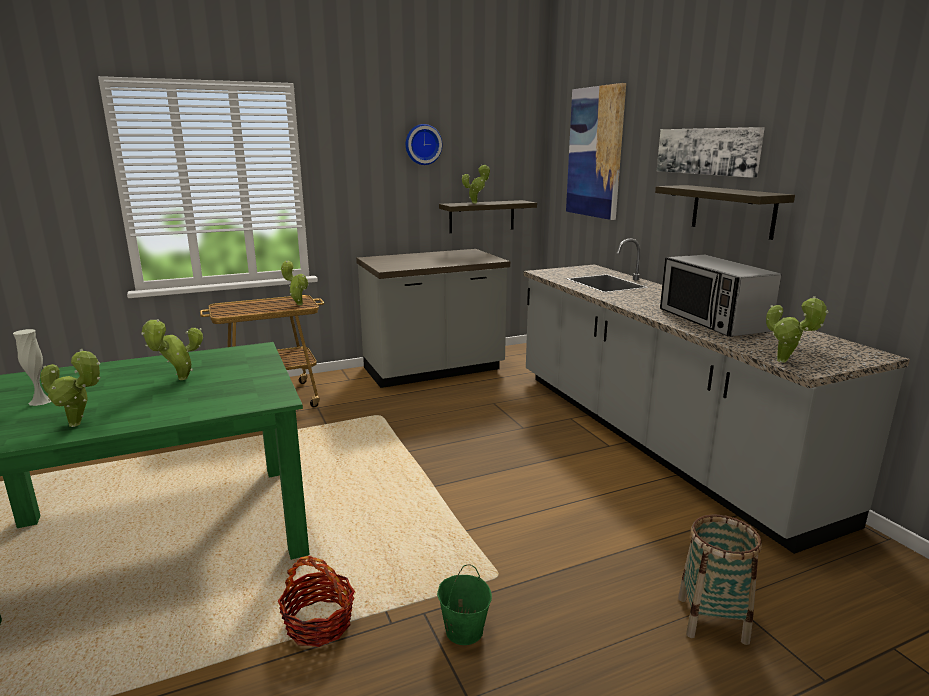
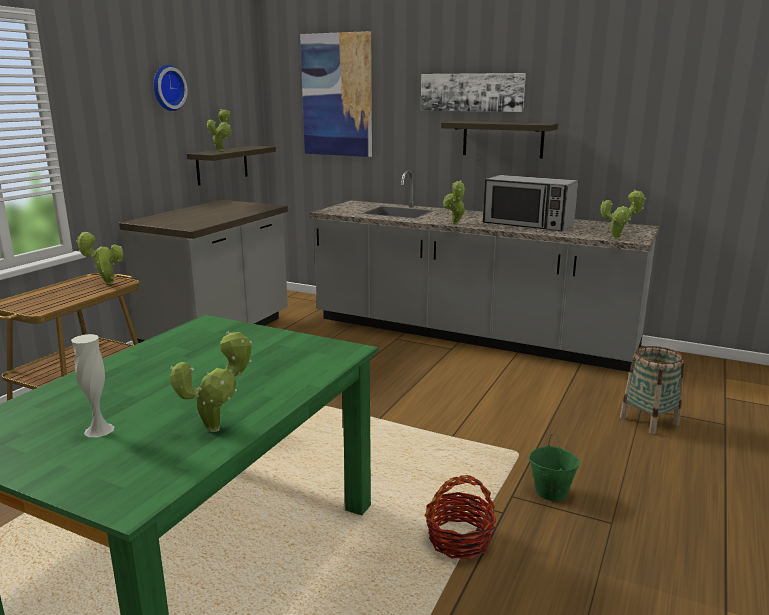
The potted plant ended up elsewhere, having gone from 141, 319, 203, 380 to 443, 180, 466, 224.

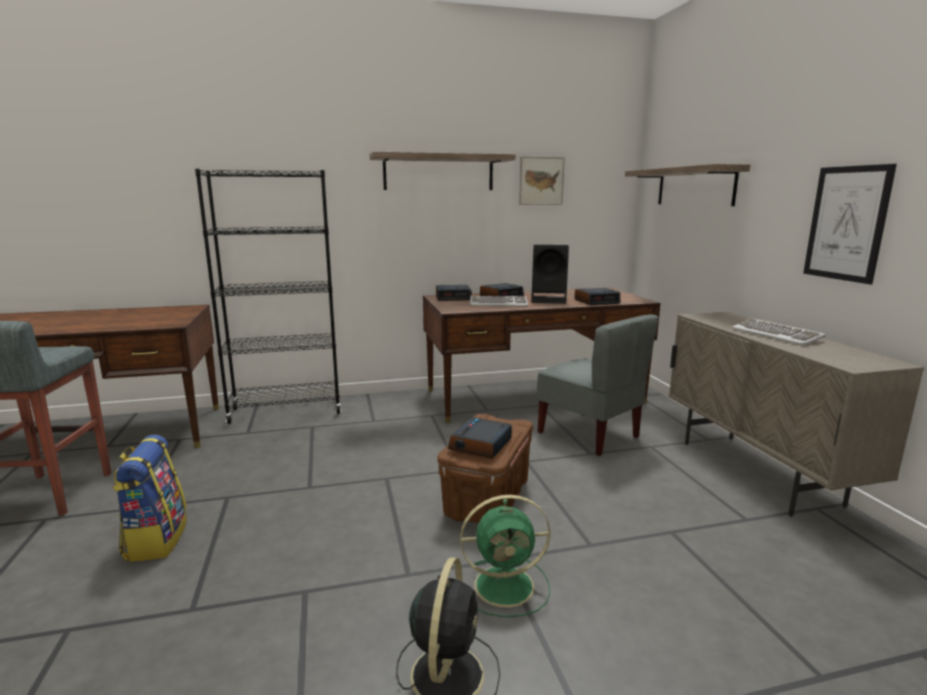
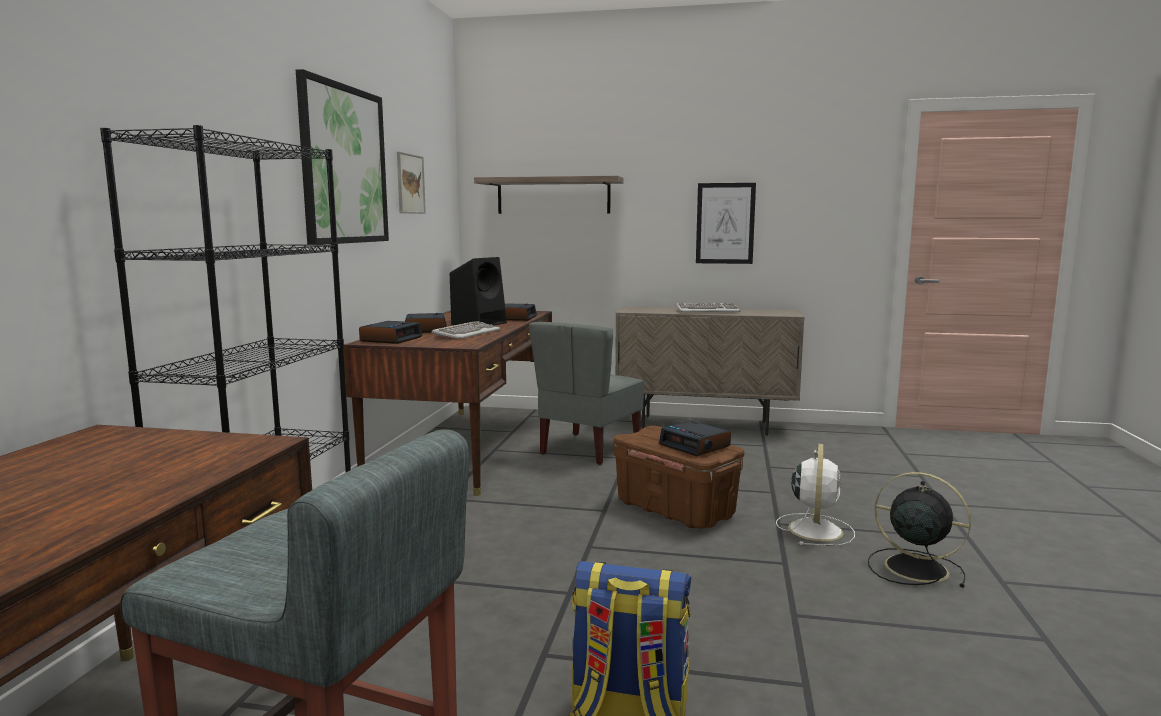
Where the wall shelf hung at 370, 152, 515, 190, the wall picture came to hang at 296, 69, 389, 245.
What was the greenish electric fan at 460, 495, 551, 617 turned into the white electric fan at 776, 444, 855, 546.
The grey chair at 537, 314, 659, 456 ended up facing another way, 135 degrees clockwise from before.

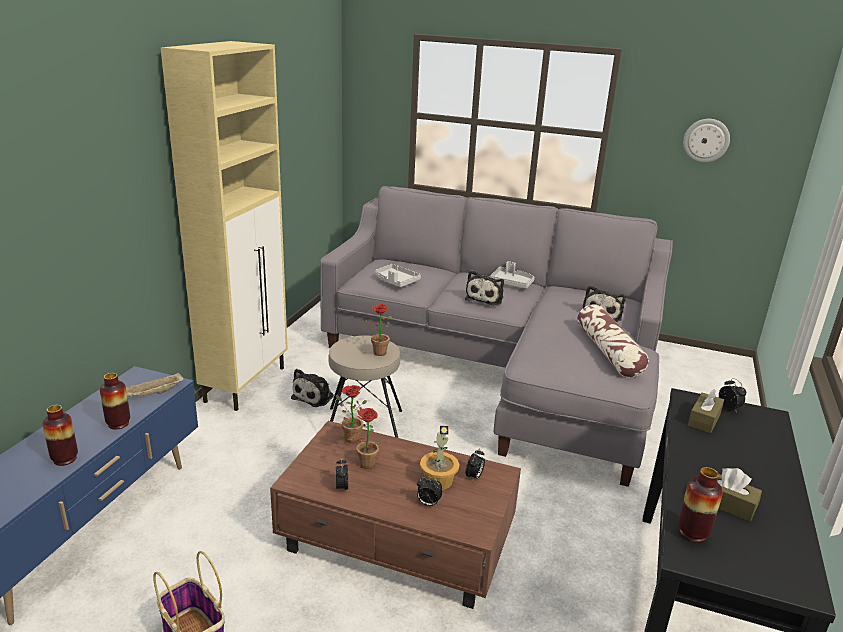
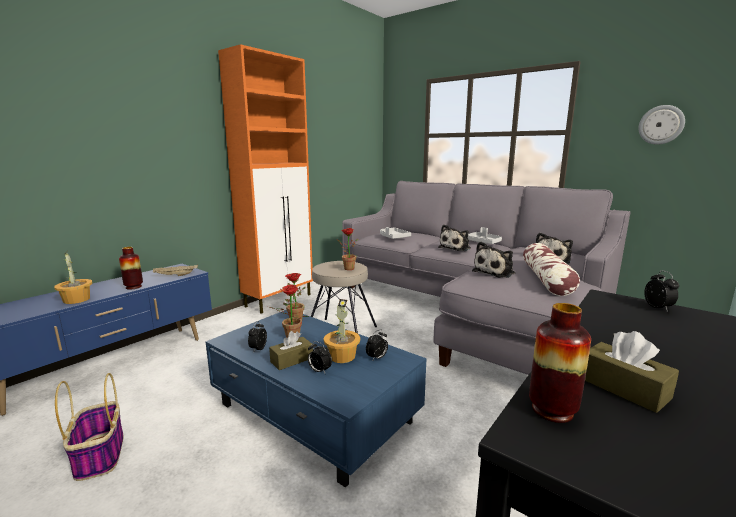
The plush toy ended up elsewhere, having gone from 291, 369, 334, 407 to 472, 242, 515, 278.
The brown tissue box ended up elsewhere, having gone from 688, 389, 724, 433 to 269, 331, 313, 370.
Where the flower vase stood at 42, 405, 78, 466, the potted plant came to stand at 54, 253, 92, 304.
What was the sand-coloured cabinet at 161, 41, 288, 411 turned into the orange-coloured cabinet at 218, 44, 313, 314.
What was the brown lounge table at 270, 421, 521, 609 turned into the blue lounge table at 206, 310, 426, 488.

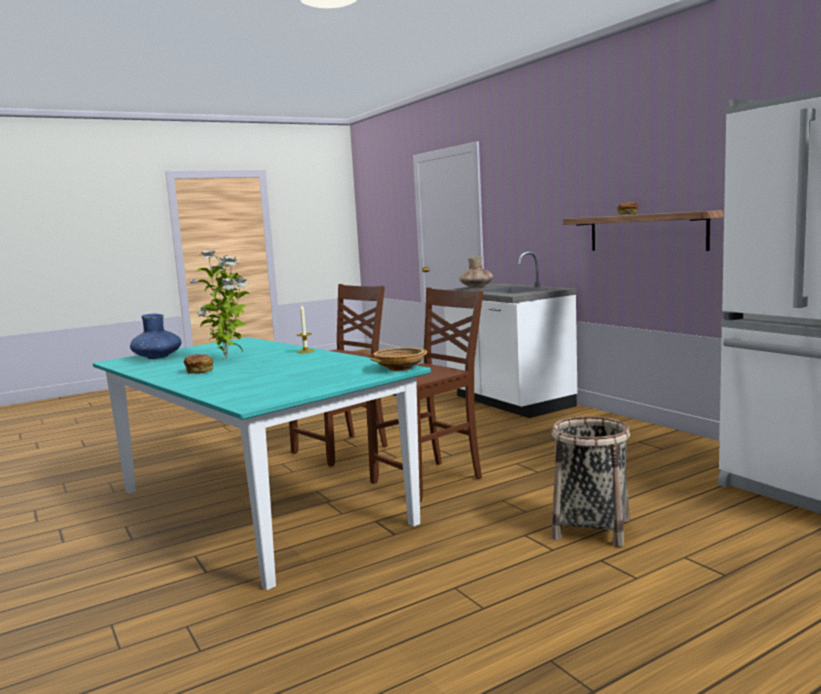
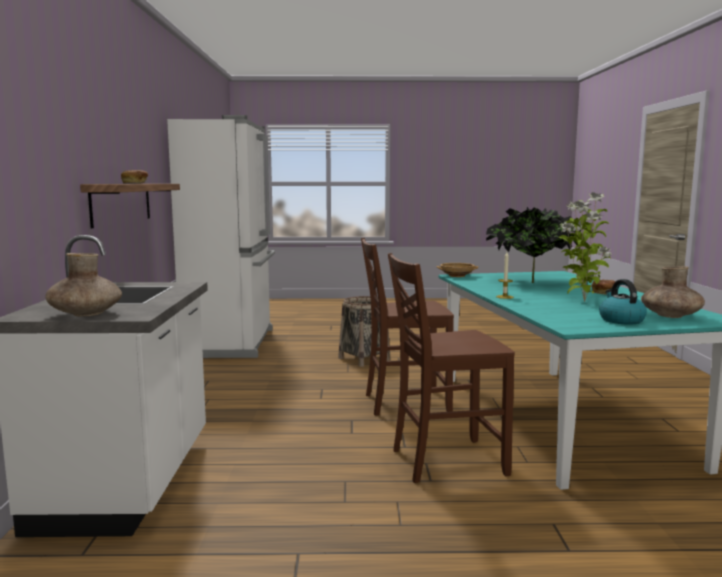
The second view gained the potted plant at 486, 207, 581, 283.
The second view gained the kettle at 599, 279, 647, 325.
What was the blue flower vase at 130, 314, 182, 359 turned into the brown flower vase at 641, 266, 705, 318.

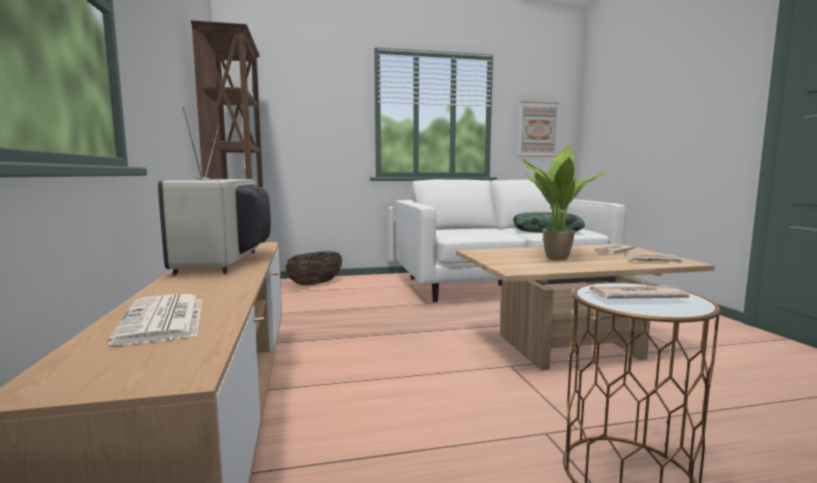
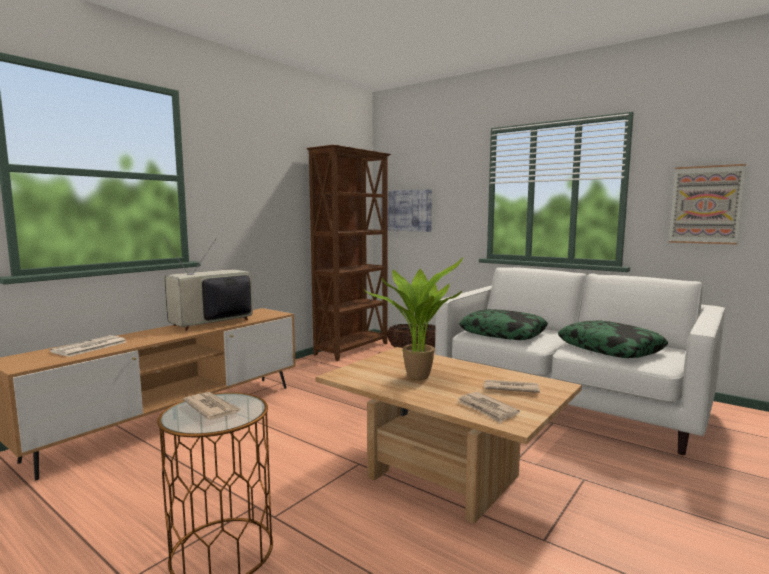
The second view gained the wall picture at 381, 189, 432, 232.
The second view gained the throw pillow at 459, 309, 548, 340.

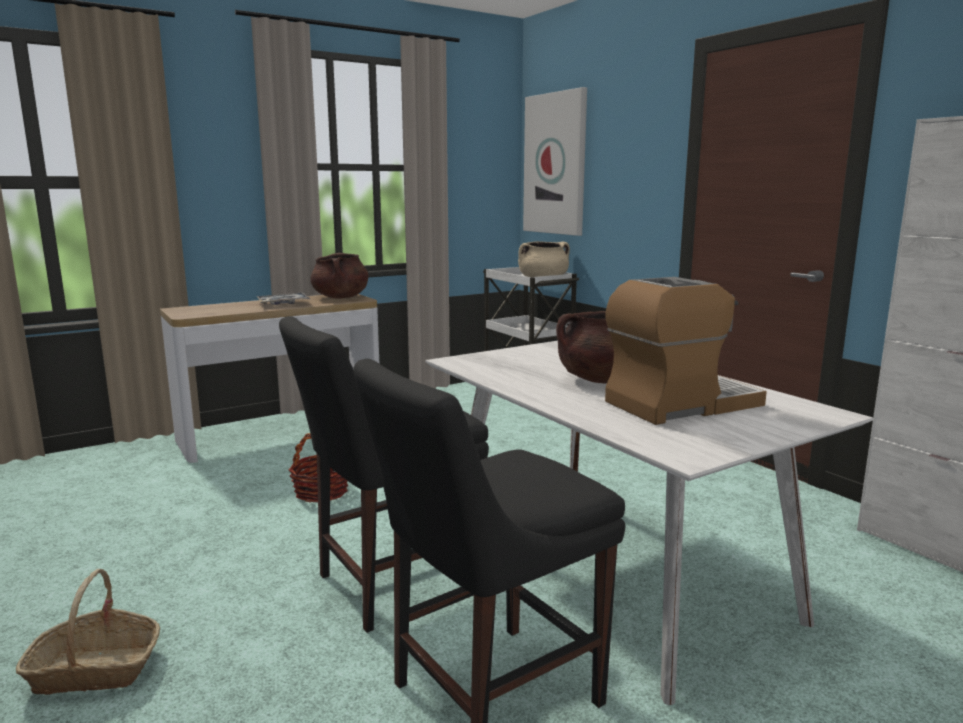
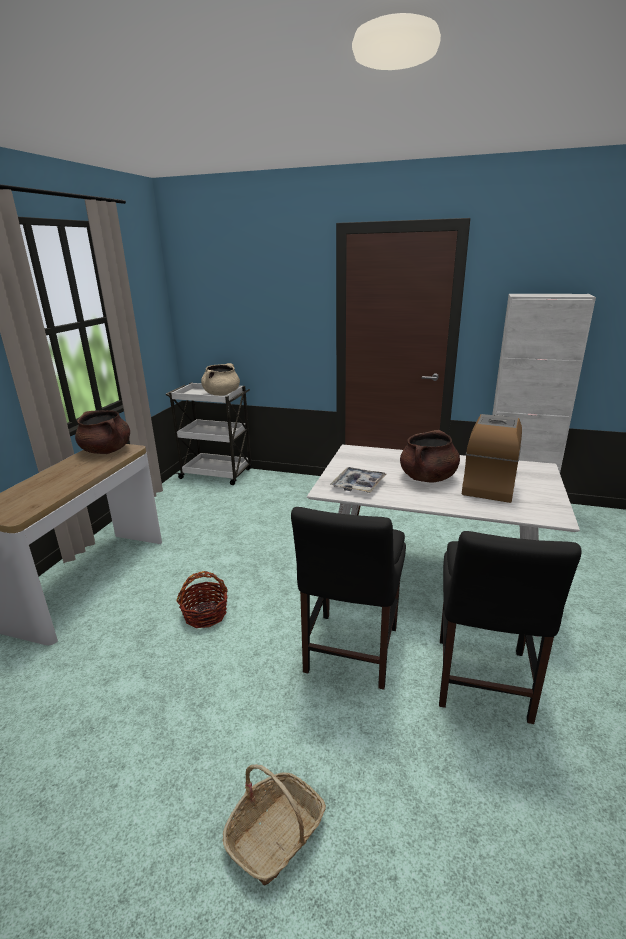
The second view lost the wall picture at 523, 87, 587, 236.
The serving tray ended up elsewhere, having gone from 257, 293, 310, 305 to 331, 467, 387, 493.

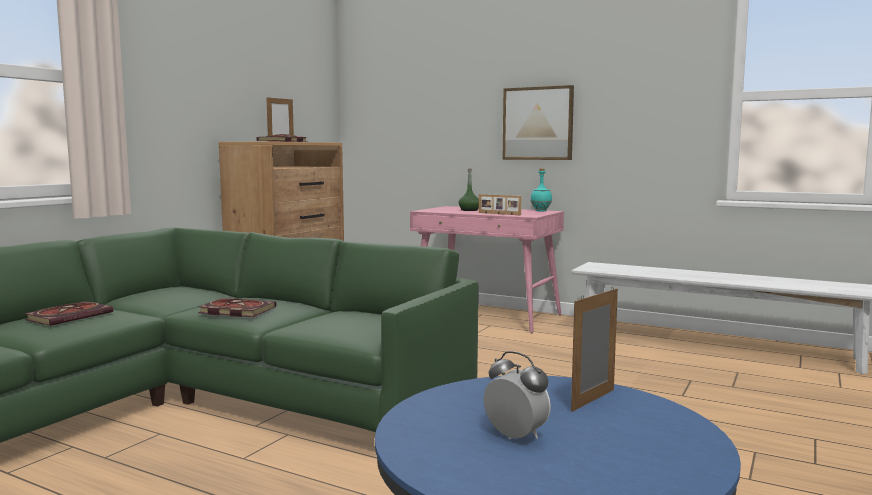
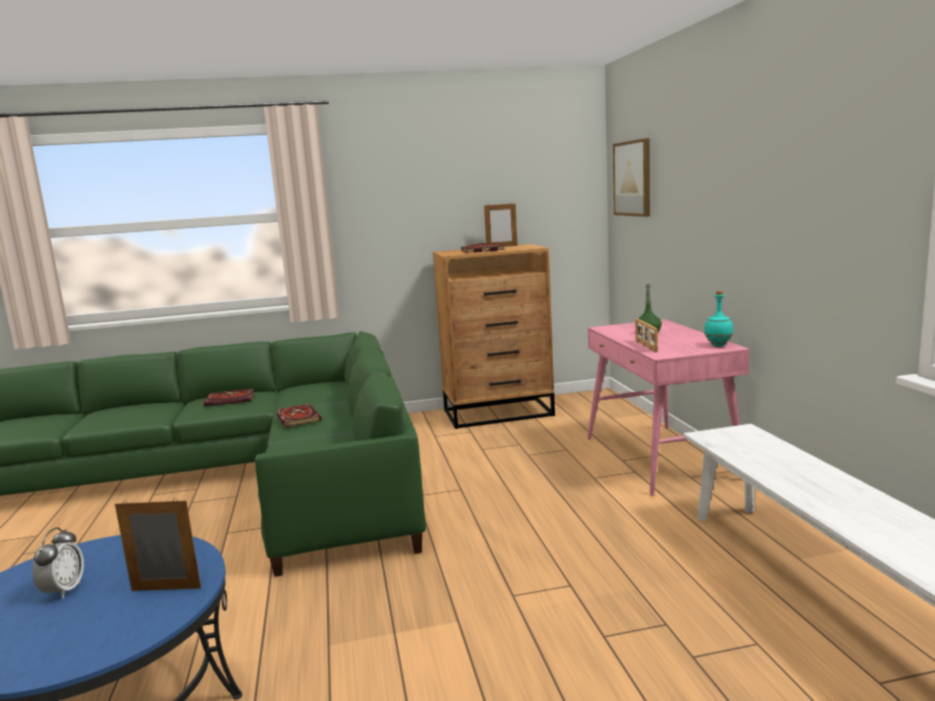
The wall picture ended up elsewhere, having gone from 503, 85, 574, 160 to 613, 138, 650, 217.

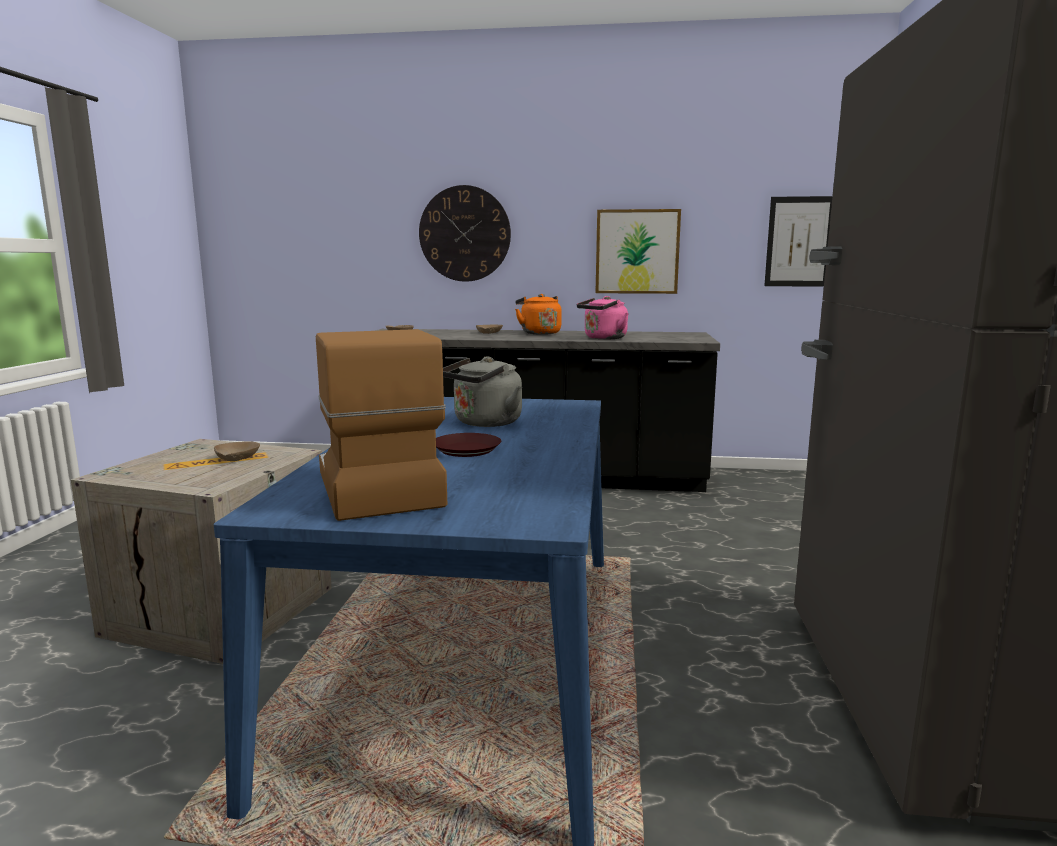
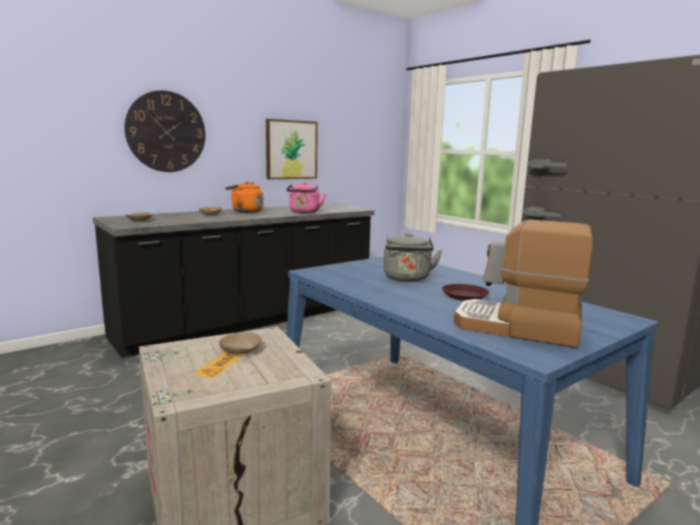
The second view lost the wall picture at 764, 196, 832, 287.

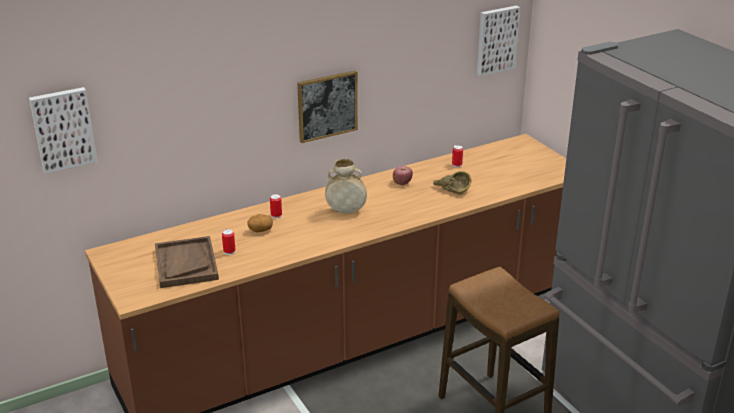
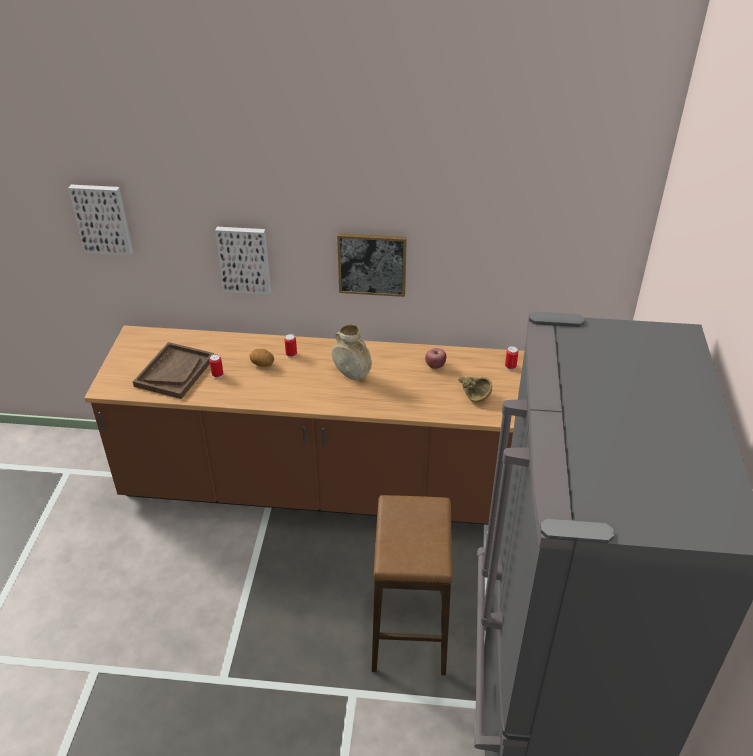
The wall picture ended up elsewhere, having gone from 477, 6, 520, 77 to 215, 227, 271, 295.

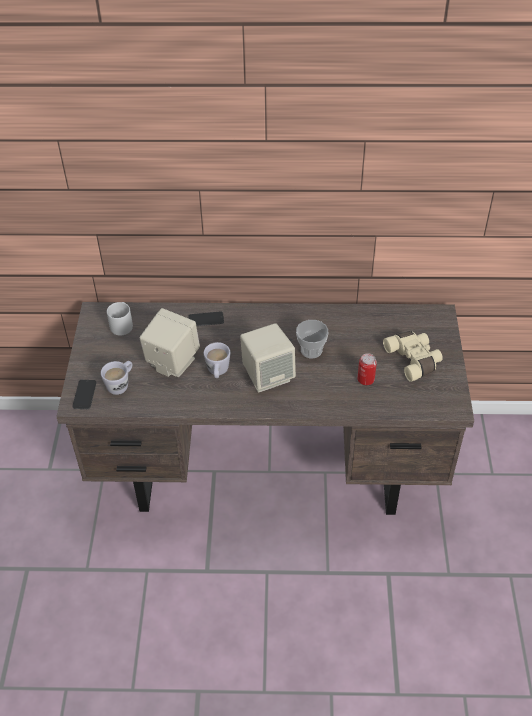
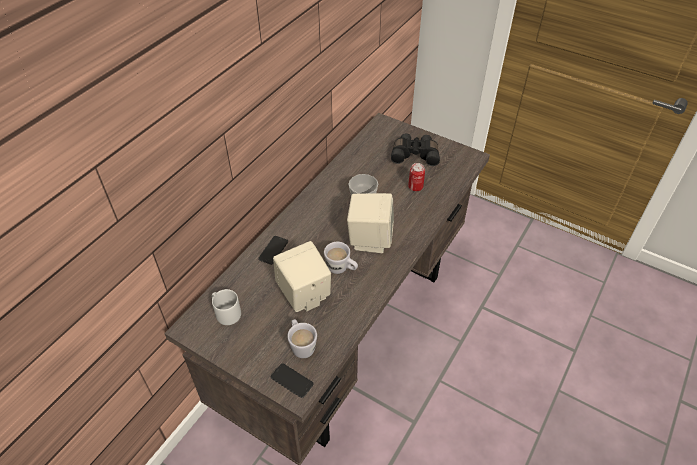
What was the sand-coloured binoculars at 383, 331, 443, 382 turned into the blackish binoculars at 391, 133, 440, 166.

